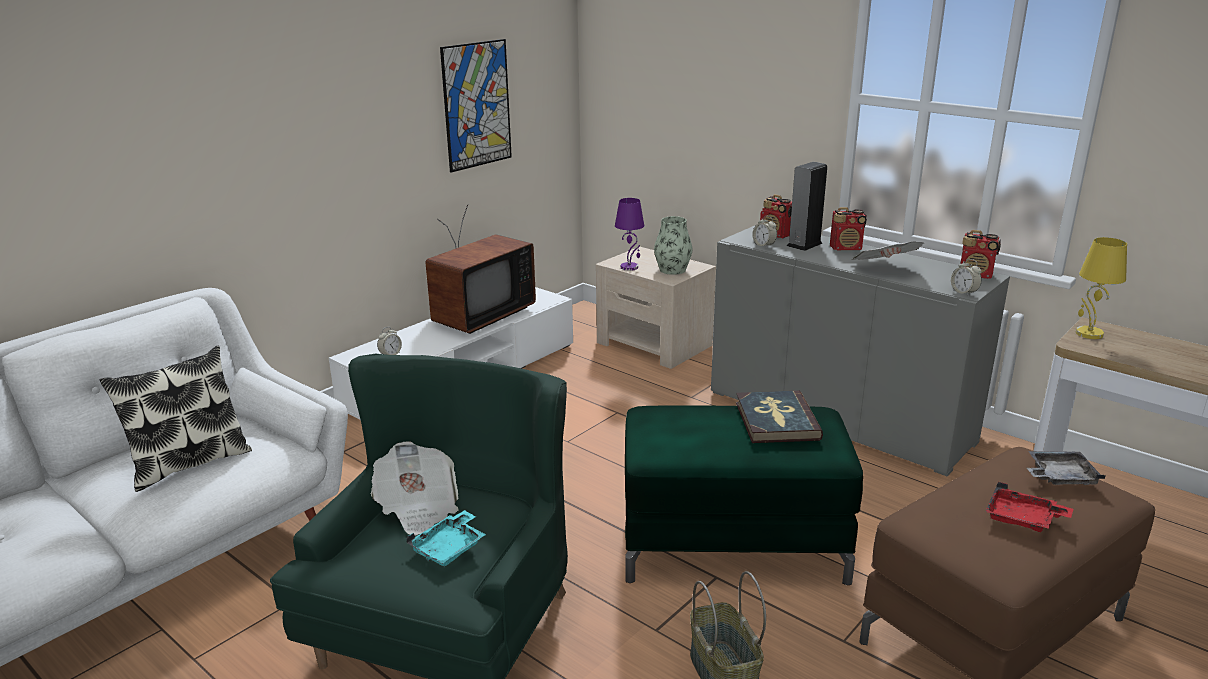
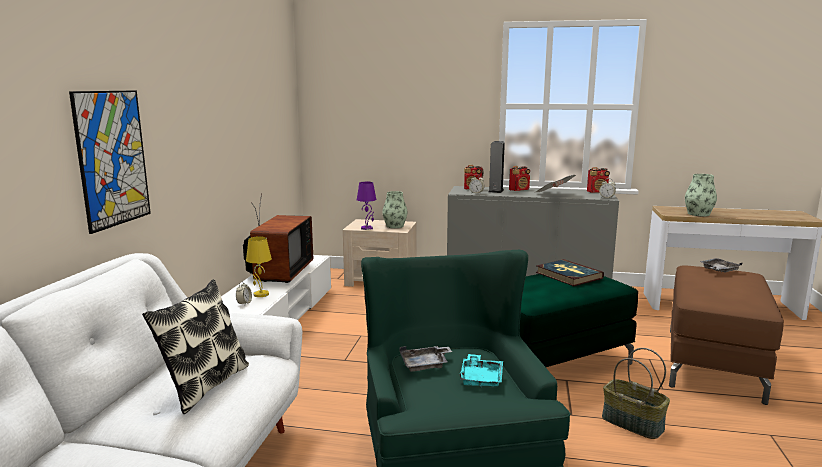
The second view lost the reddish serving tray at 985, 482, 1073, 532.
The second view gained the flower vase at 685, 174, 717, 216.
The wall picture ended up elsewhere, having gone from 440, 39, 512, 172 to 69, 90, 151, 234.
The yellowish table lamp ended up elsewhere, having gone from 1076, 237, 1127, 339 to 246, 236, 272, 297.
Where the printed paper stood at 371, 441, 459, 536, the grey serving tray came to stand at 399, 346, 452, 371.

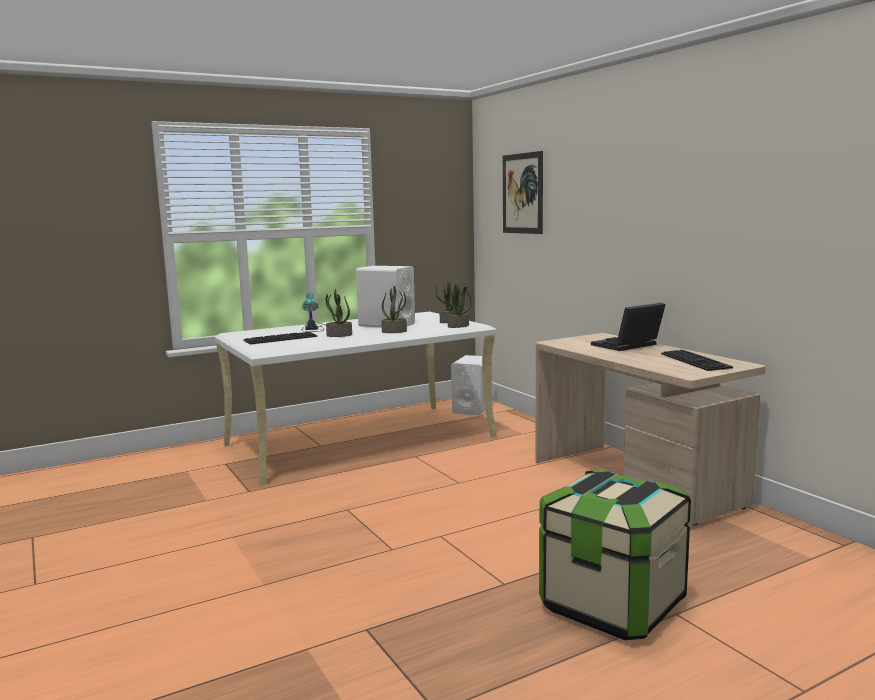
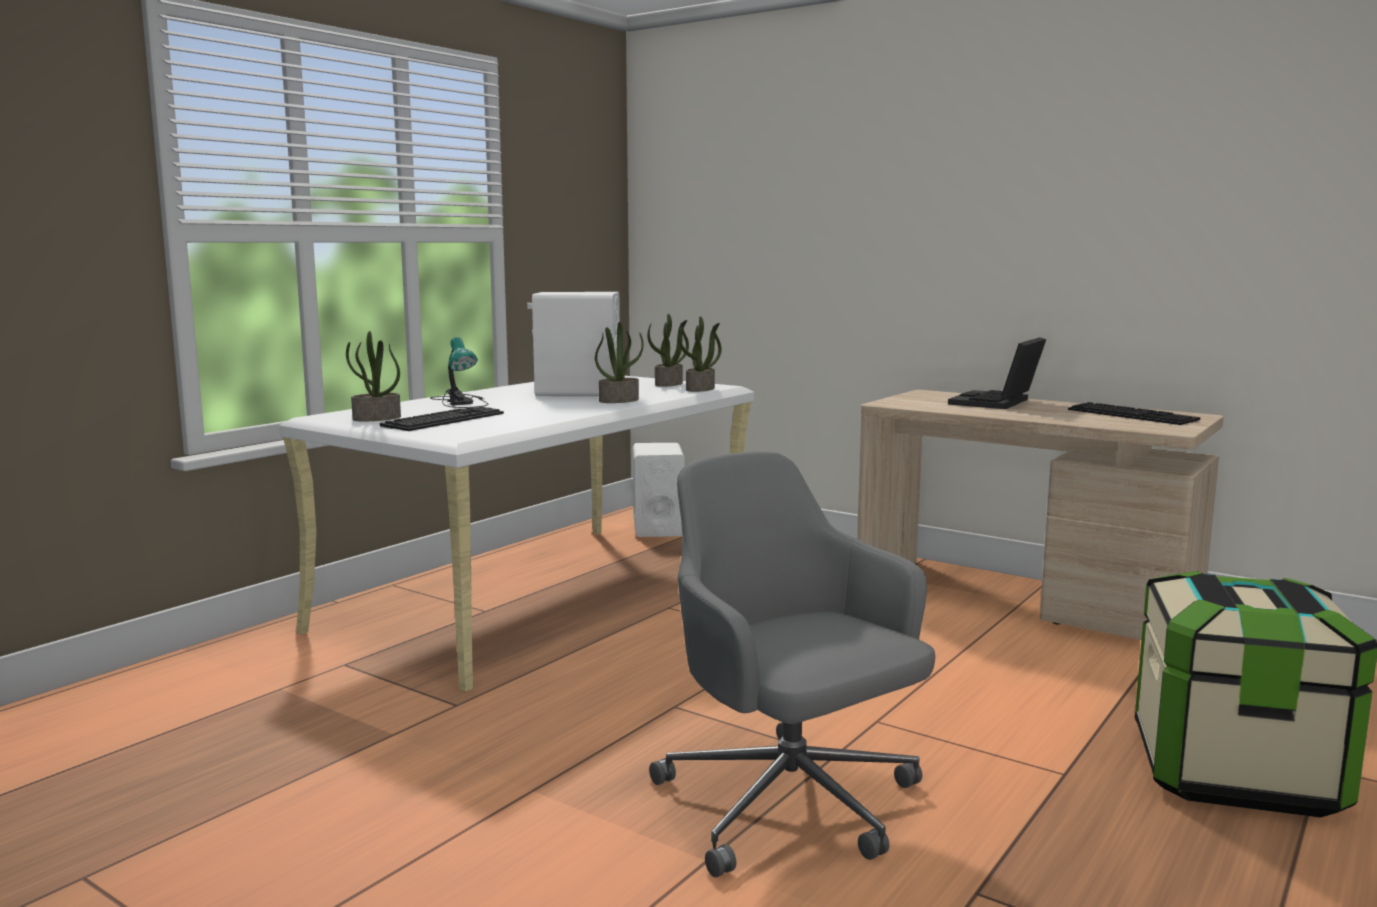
The second view lost the wall picture at 503, 151, 543, 234.
The second view gained the grey office chair at 649, 451, 935, 877.
The potted plant ended up elsewhere, having gone from 325, 289, 352, 337 to 346, 331, 401, 421.

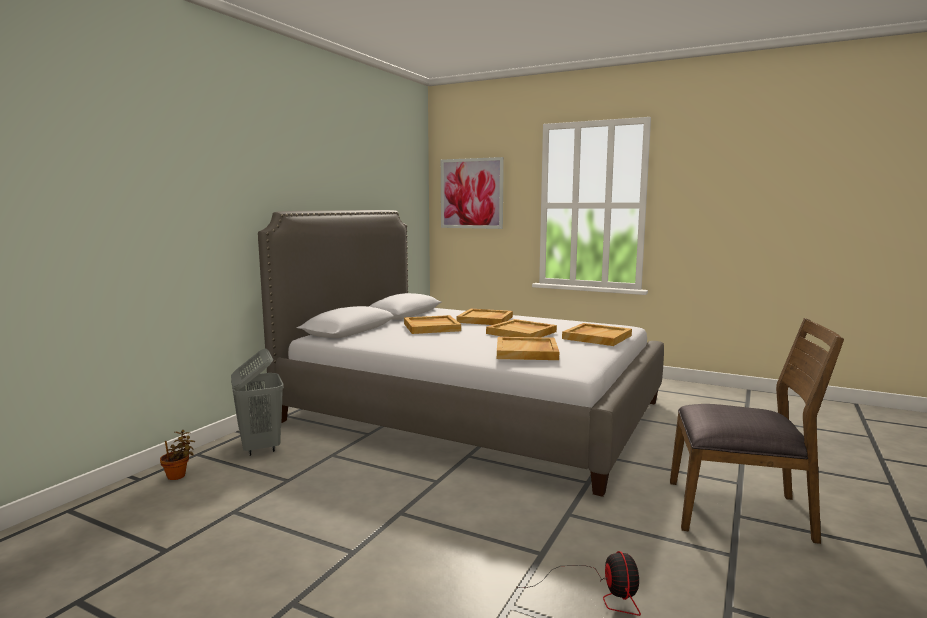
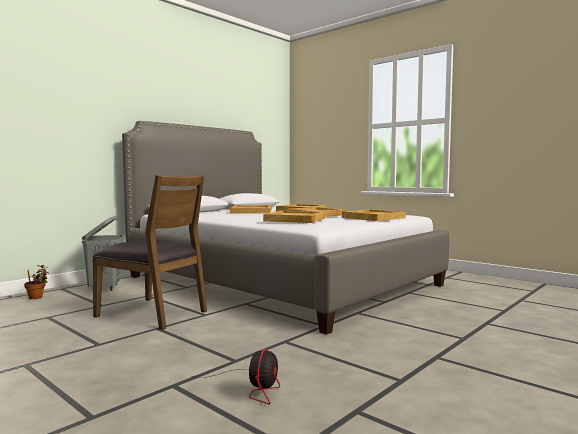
The second view lost the wall picture at 441, 157, 504, 229.
The brown chair ended up elsewhere, having gone from 670, 318, 844, 544 to 92, 175, 207, 330.

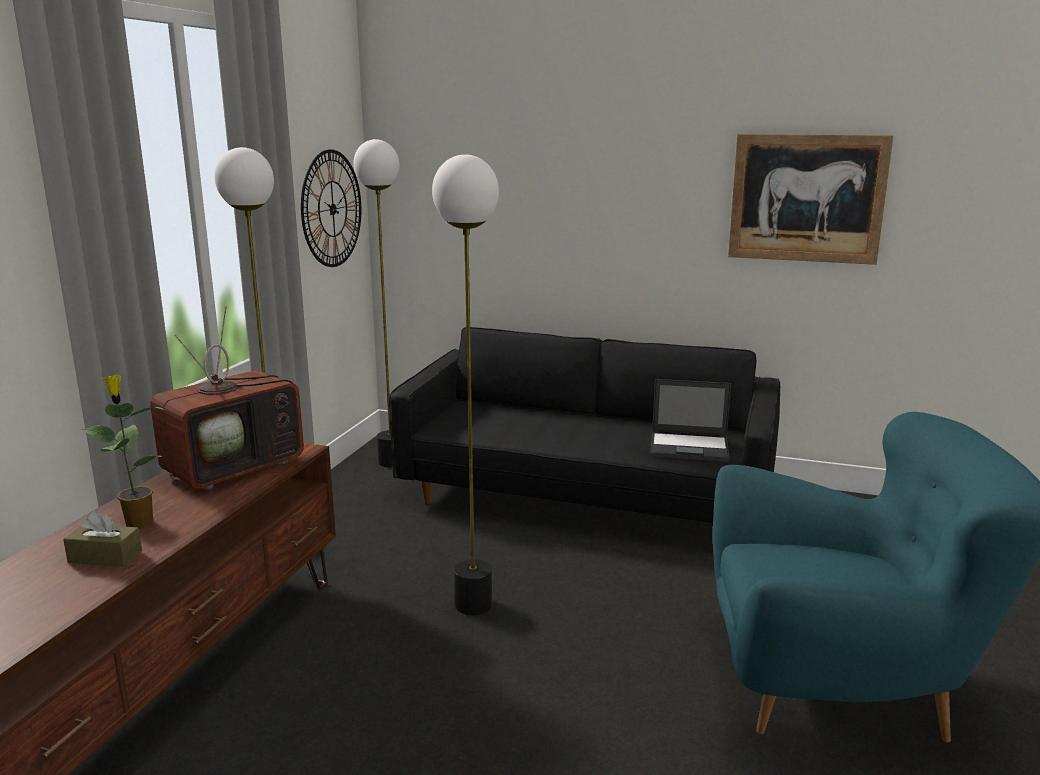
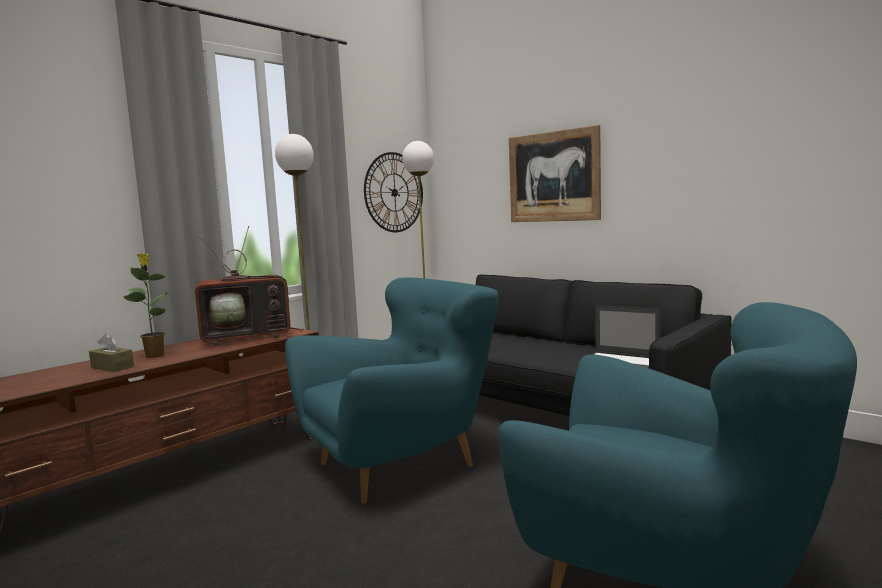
The wall picture ended up elsewhere, having gone from 728, 134, 893, 265 to 509, 125, 601, 222.
Where the standard lamp stood at 432, 154, 499, 615, the turquoise-coloured armchair came to stand at 285, 277, 498, 504.

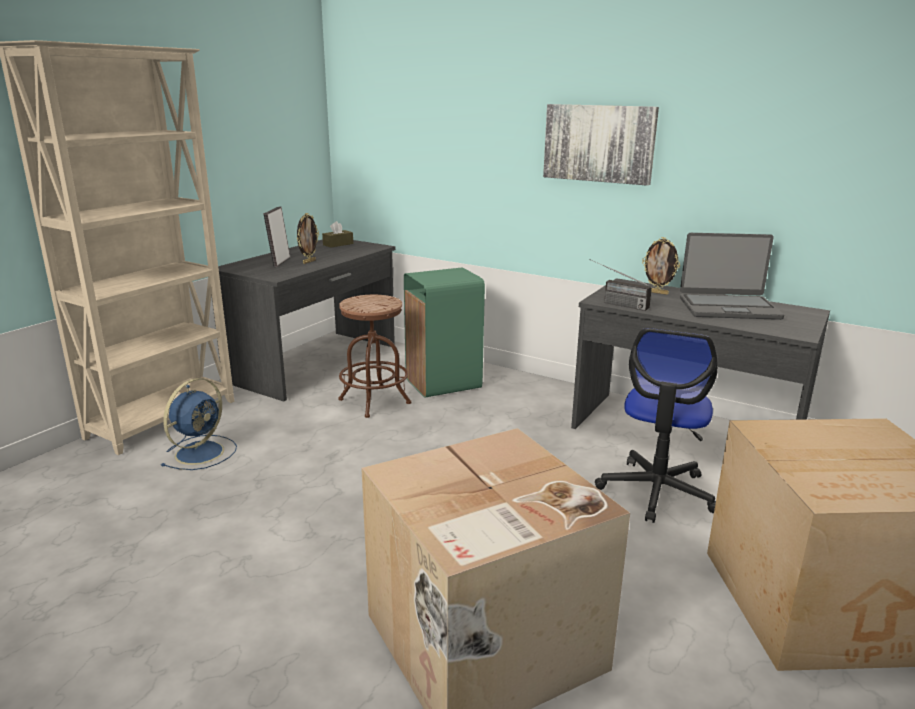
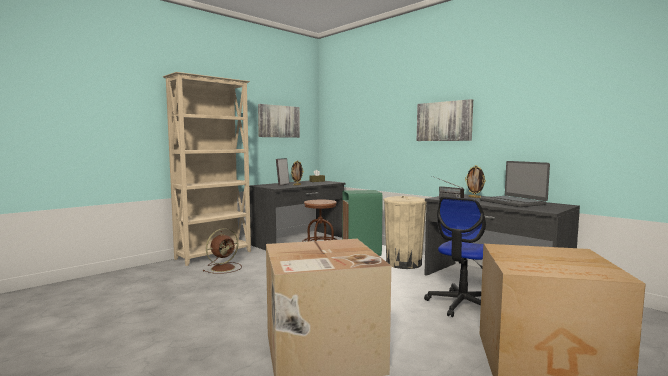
The second view gained the wall picture at 258, 104, 300, 138.
The second view gained the sand-coloured waste bin at 384, 196, 426, 269.
What was the blue electric fan at 160, 378, 237, 470 turned into the brown electric fan at 203, 228, 242, 274.
The portable computer at 680, 233, 784, 320 ended up facing another way, 45 degrees clockwise from before.

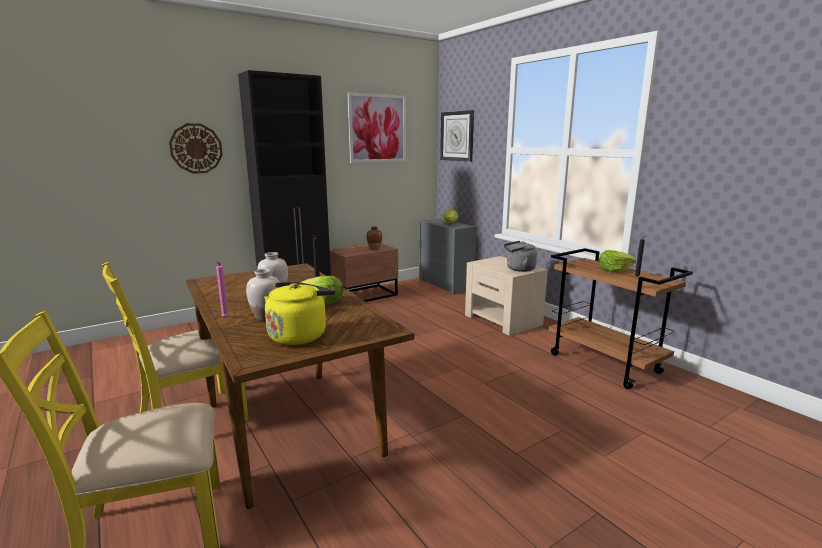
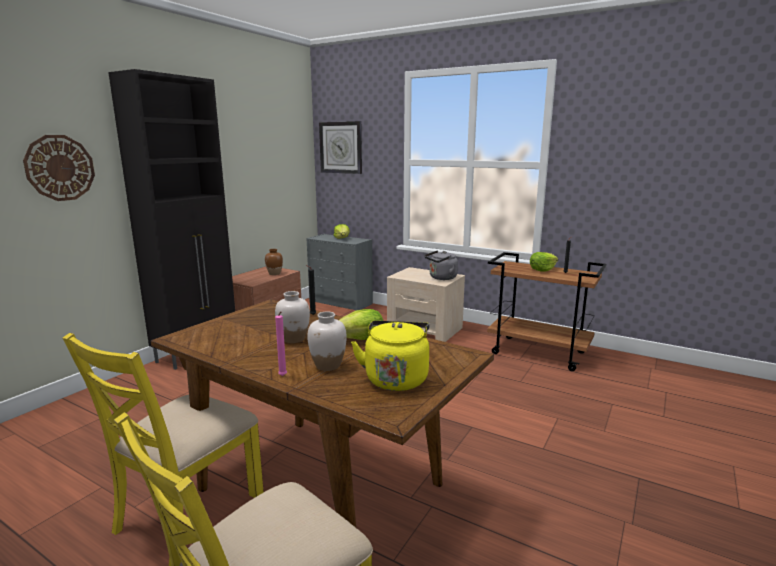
The second view lost the wall picture at 347, 92, 406, 163.

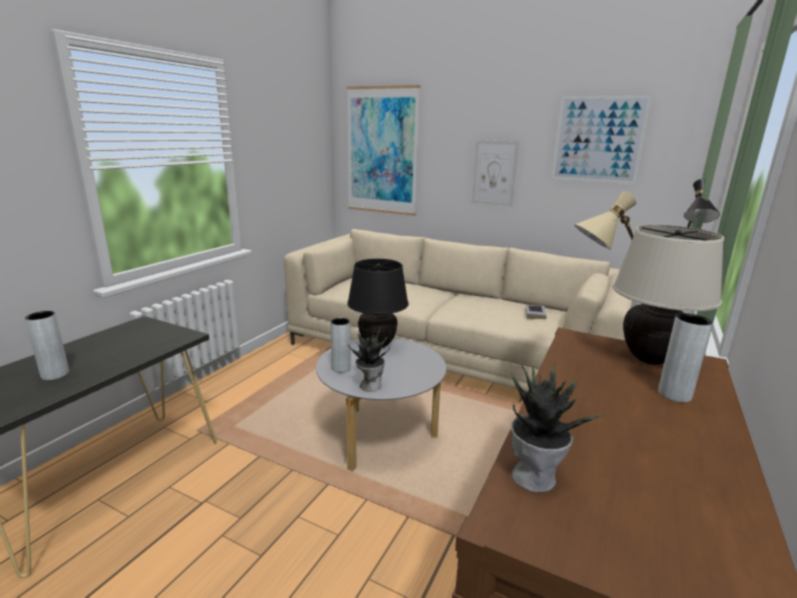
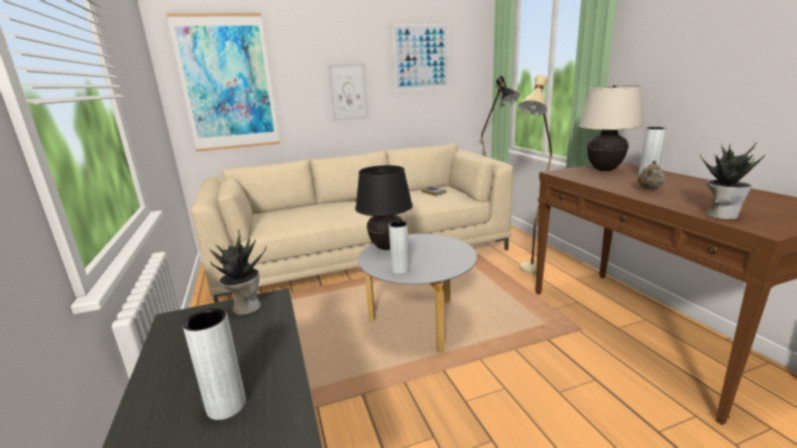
The second view gained the sand-coloured tea pot at 638, 160, 665, 190.
The potted plant ended up elsewhere, having gone from 347, 328, 390, 392 to 209, 230, 266, 315.

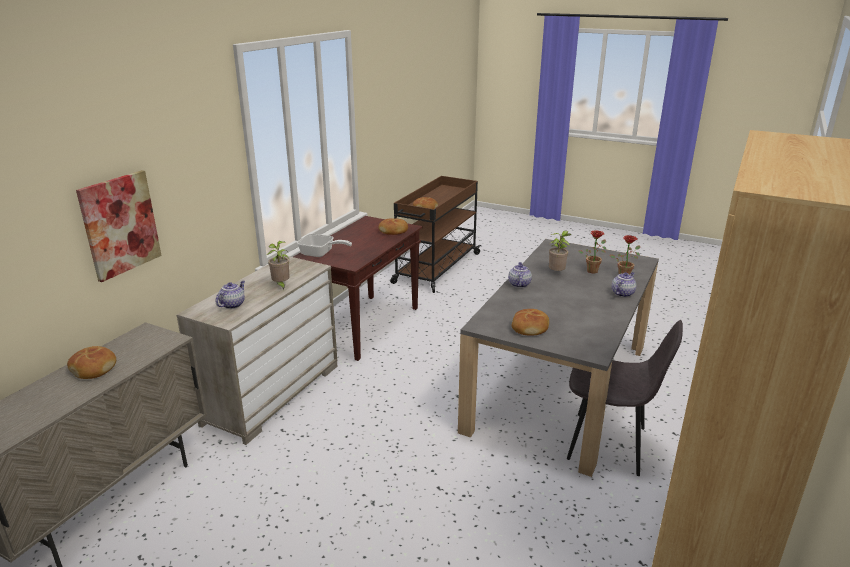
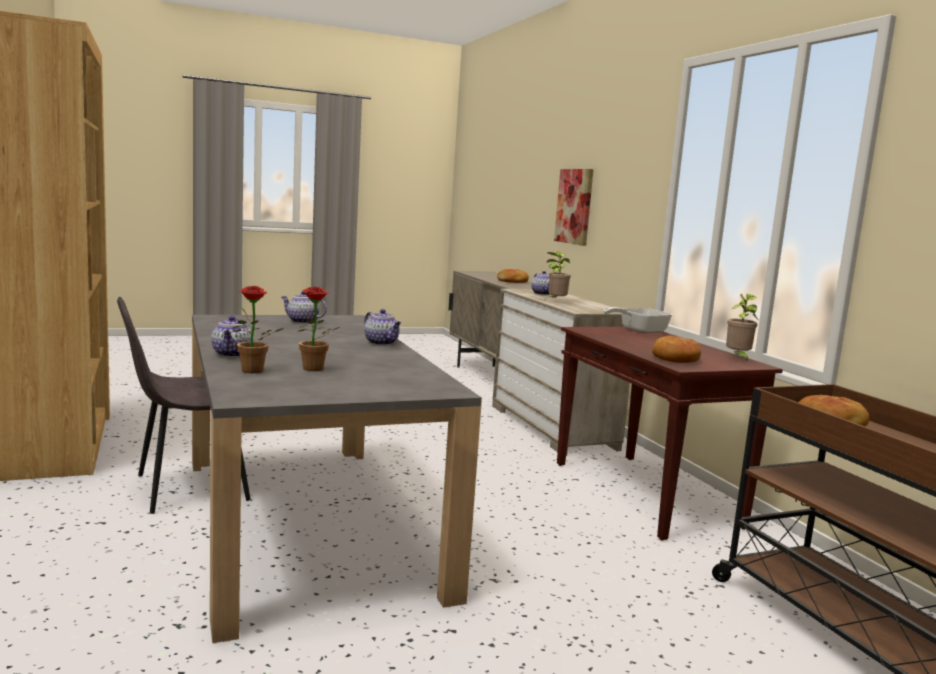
The potted plant ended up elsewhere, having gone from 549, 231, 571, 271 to 726, 294, 758, 361.
Where the bread stood at 511, 309, 549, 336, the tea pot came to stand at 281, 292, 327, 323.

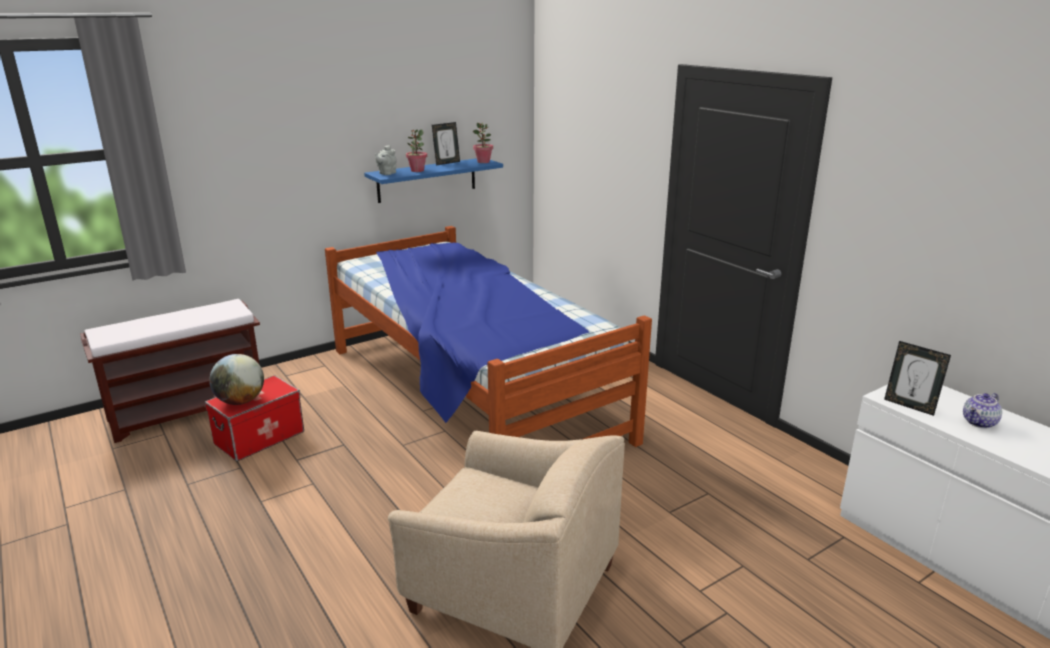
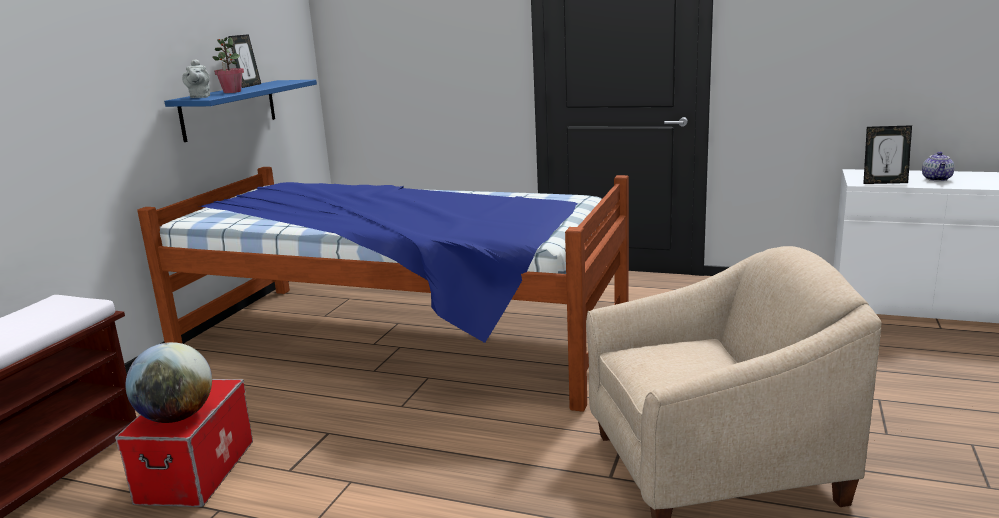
The second view lost the potted plant at 473, 123, 493, 163.

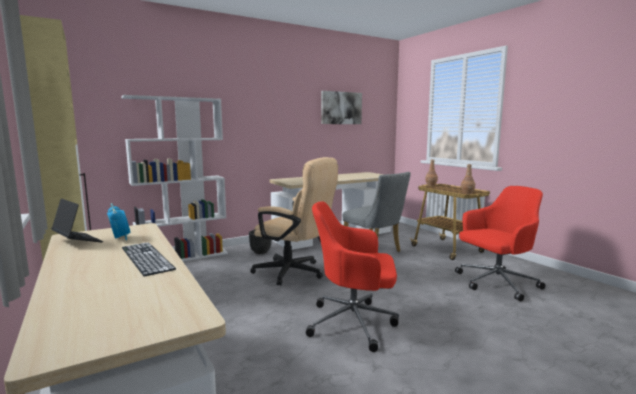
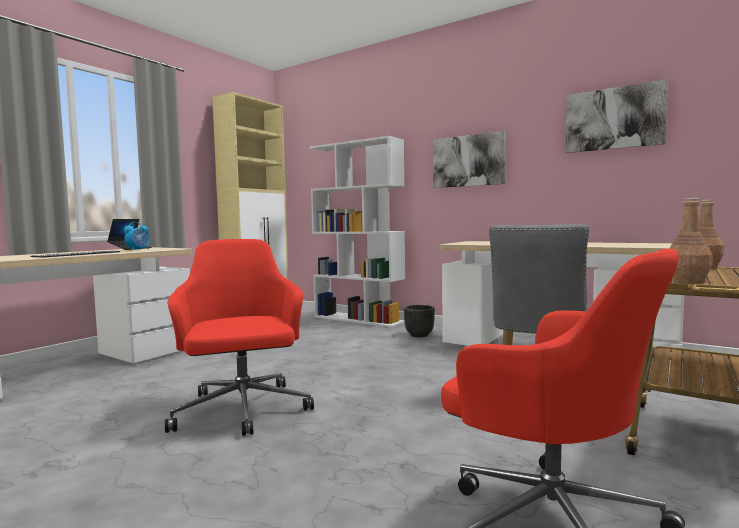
The second view lost the sand-coloured office chair at 250, 157, 338, 285.
The second view gained the wall picture at 433, 131, 505, 188.

